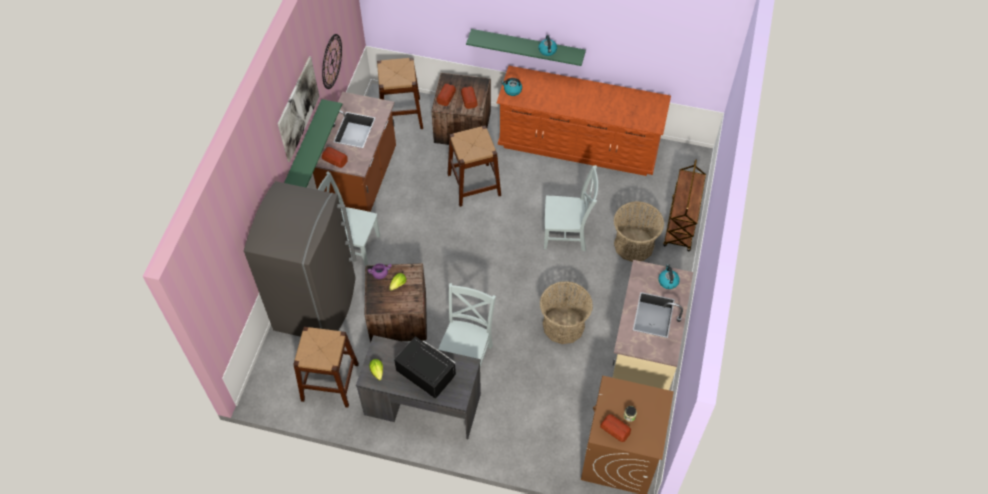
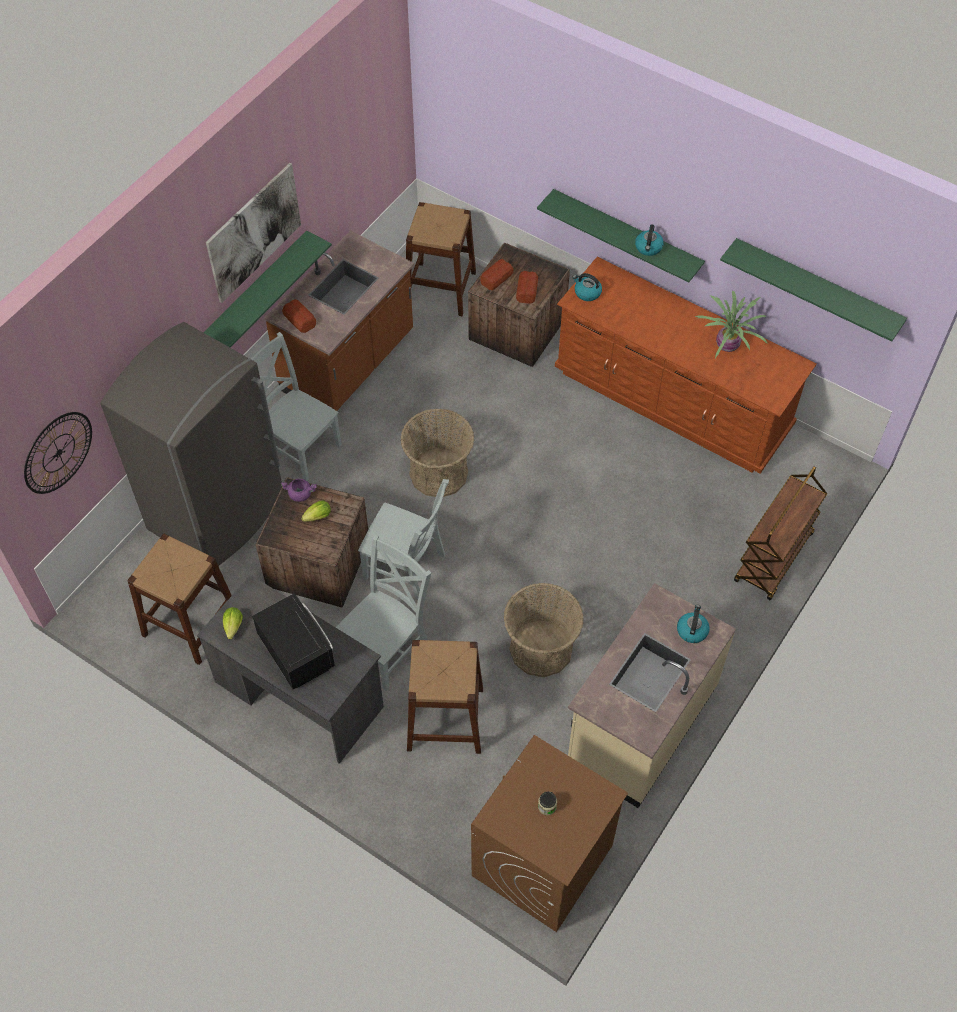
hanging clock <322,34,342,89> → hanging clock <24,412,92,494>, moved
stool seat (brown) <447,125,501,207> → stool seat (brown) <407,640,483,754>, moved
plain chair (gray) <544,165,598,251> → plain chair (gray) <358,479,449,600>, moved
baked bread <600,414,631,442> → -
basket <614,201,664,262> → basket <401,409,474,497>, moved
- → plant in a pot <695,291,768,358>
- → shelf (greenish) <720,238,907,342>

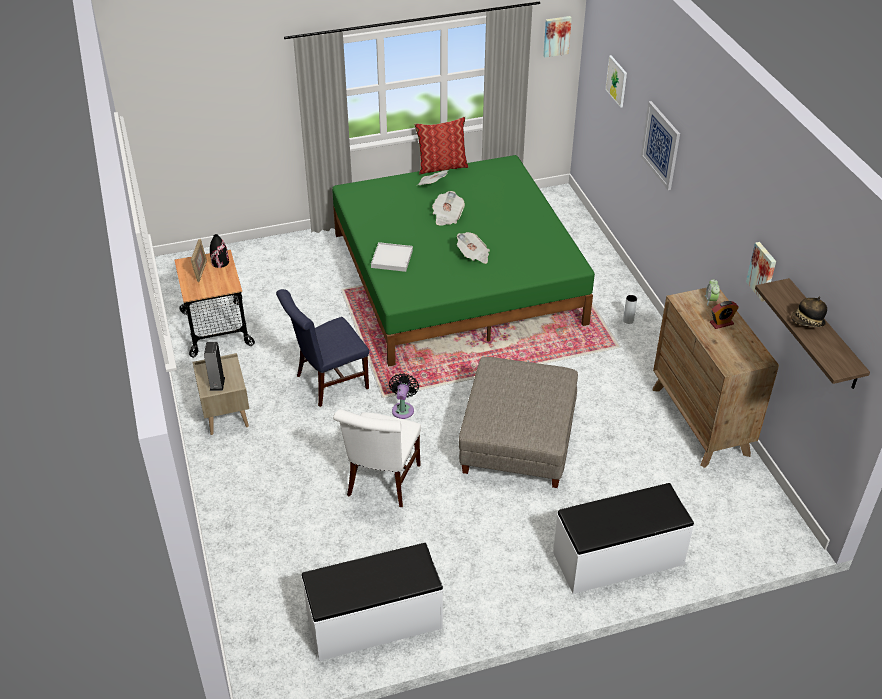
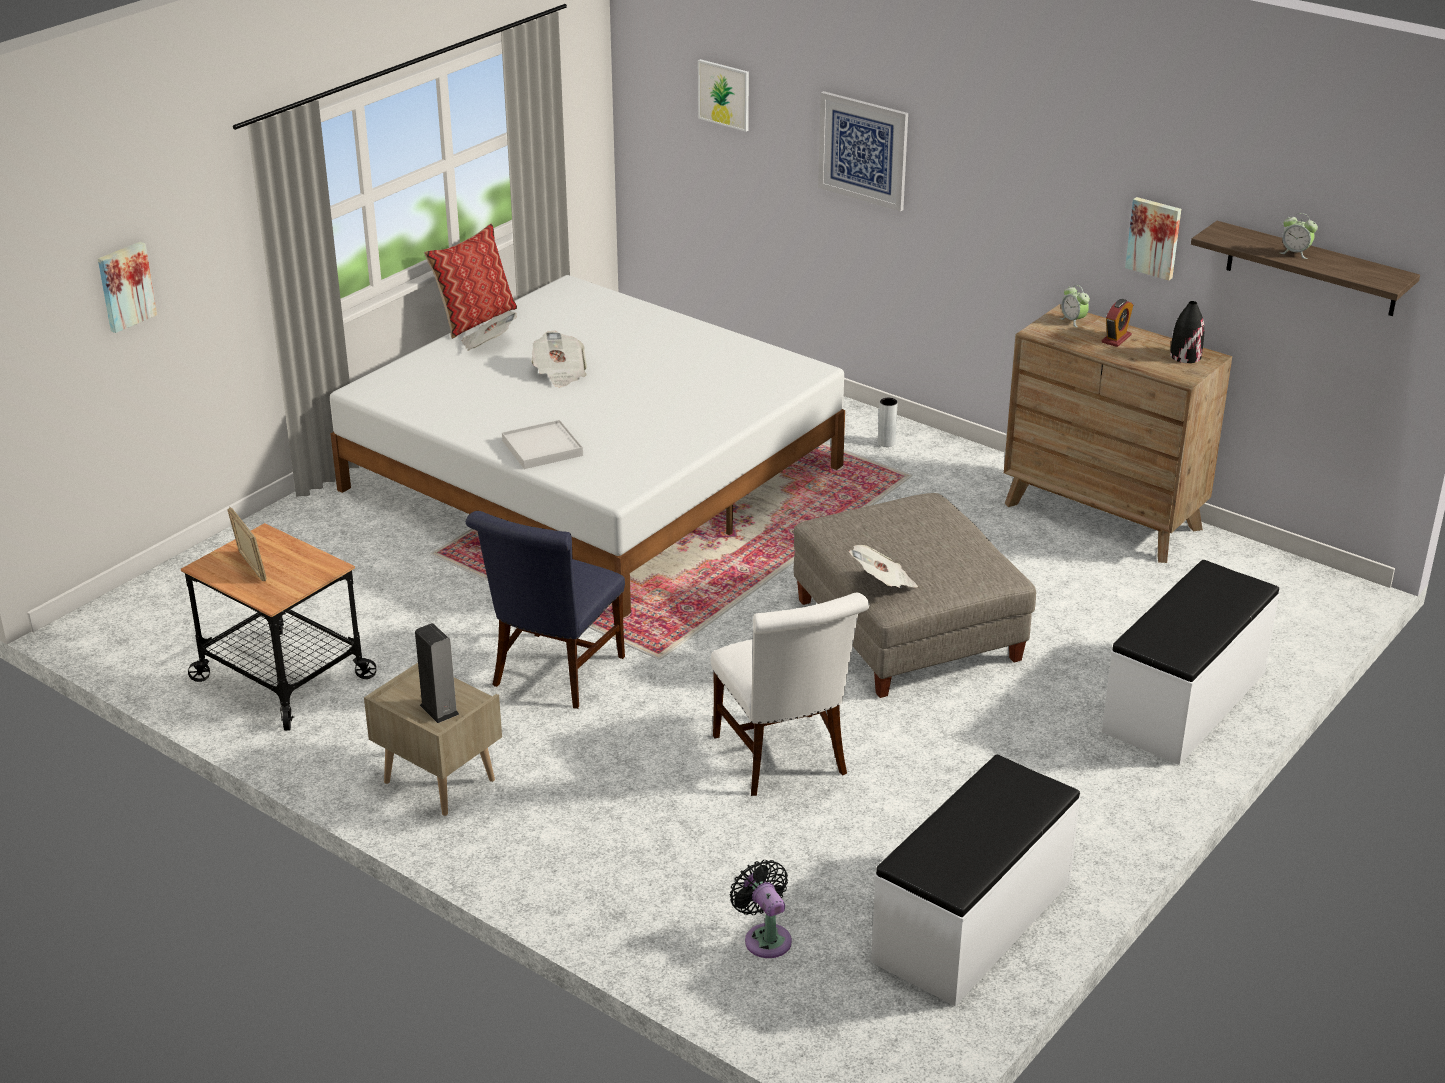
decorative vase (black-coloured) <210,234,229,268> → decorative vase (black-coloured) <1170,301,1204,363>, moved
bedroom bed (greenish) <332,155,595,367> → bedroom bed (white) <330,275,845,618>
electric fan (black-coloured) <389,373,419,419> → electric fan (black-coloured) <730,860,792,958>, moved
printed paper <457,232,490,264> → printed paper <849,545,918,588>, moved
wall art <543,16,572,58> → wall art <98,242,157,333>, moved
wearable hat <791,297,827,327> → alarm clock <1280,213,1318,259>

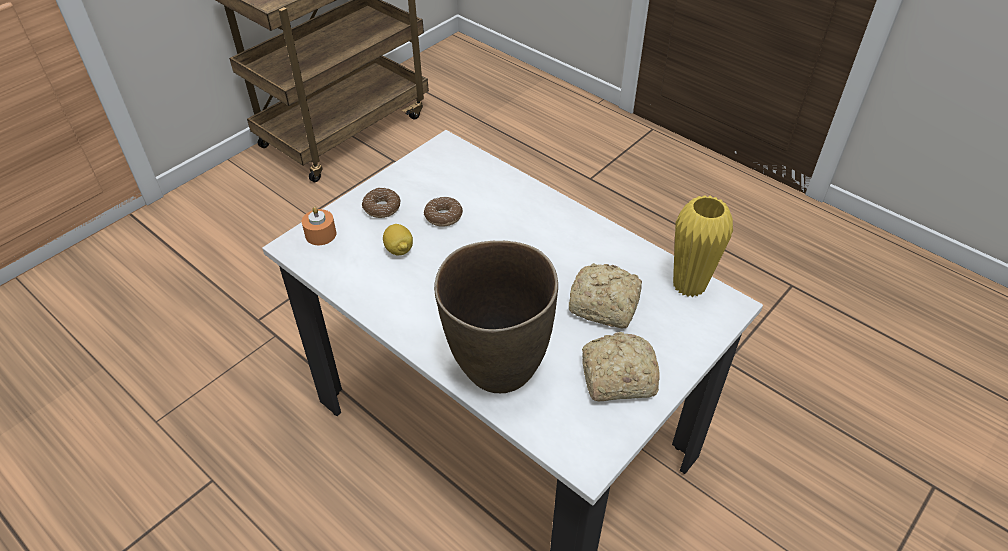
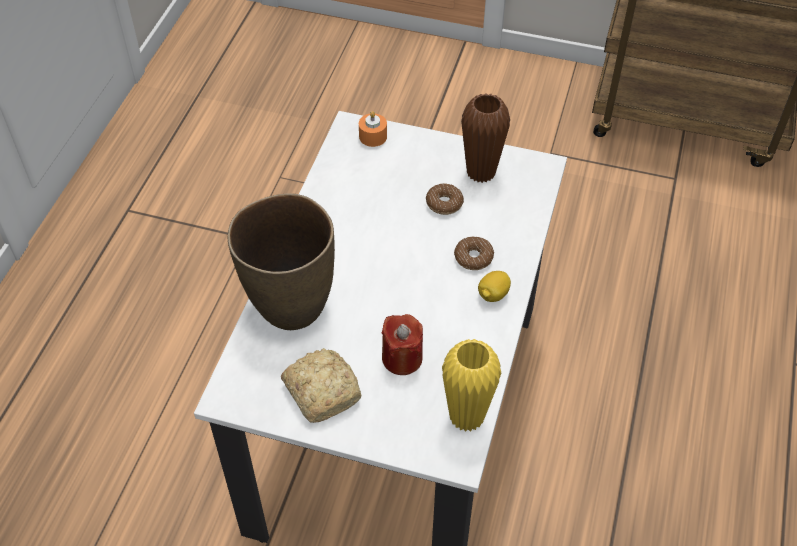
donut <362,188,400,218> → donut <454,237,494,270>, moved
citrus fruit <383,224,413,255> → citrus fruit <478,271,511,302>, moved
baked bread <569,263,642,328> → wax light (reddish) <382,314,423,375>
- → decorative vase (brown) <461,93,510,183>

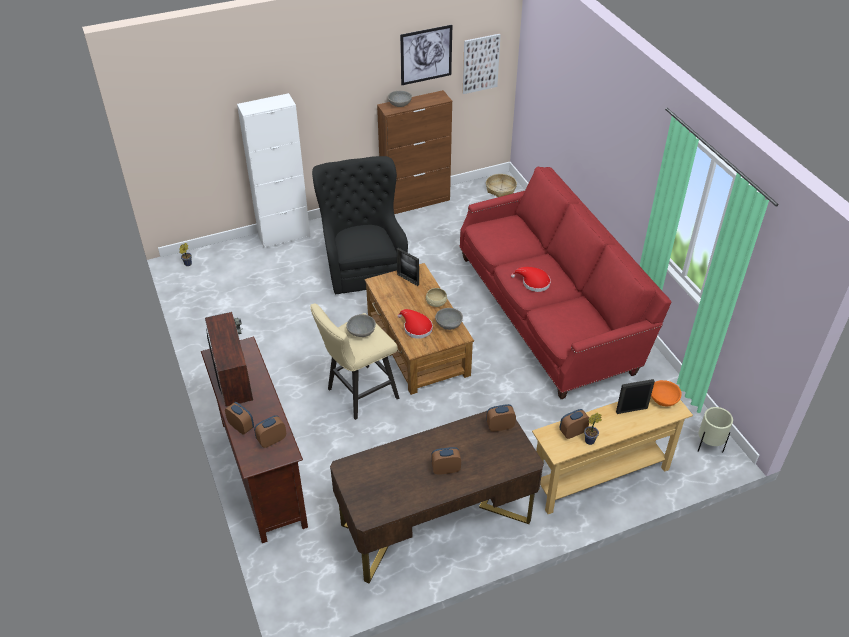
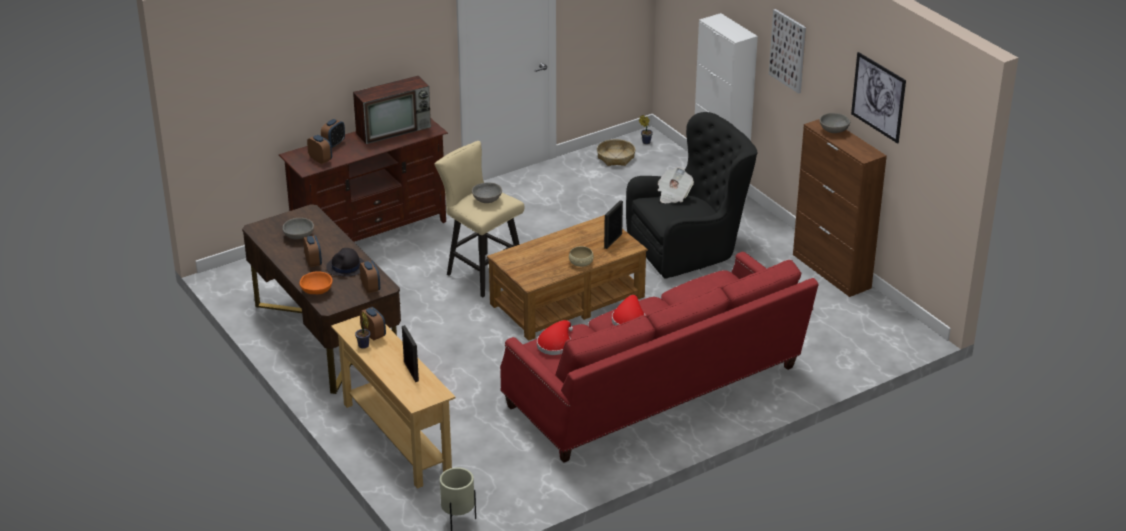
wearable hat (reddish) <398,309,433,339> → wearable hat (reddish) <537,320,573,355>, moved
serving bowl (gray) <435,308,463,330> → serving bowl (gray) <283,218,314,239>, moved
wall art <463,34,501,94> → wall art <769,9,806,94>, moved
basket <486,174,517,197> → basket <597,139,635,166>, moved
serving bowl (orangey) <651,380,682,406> → serving bowl (orangey) <300,271,333,294>, moved
- → wearable hat (black-coloured) <326,248,364,277>
- → printed paper <658,167,694,203>

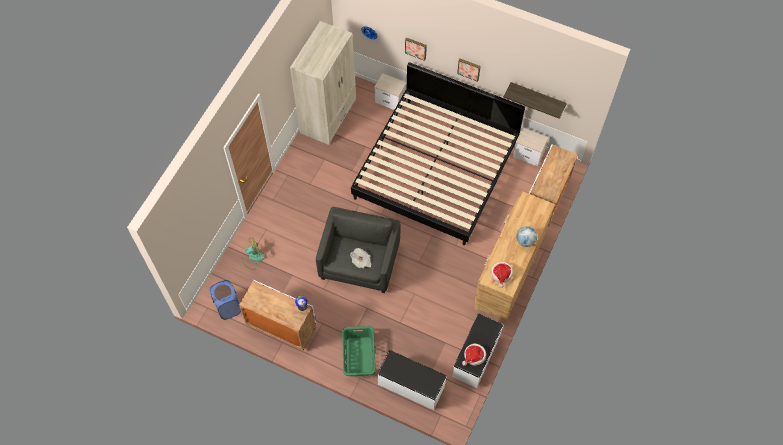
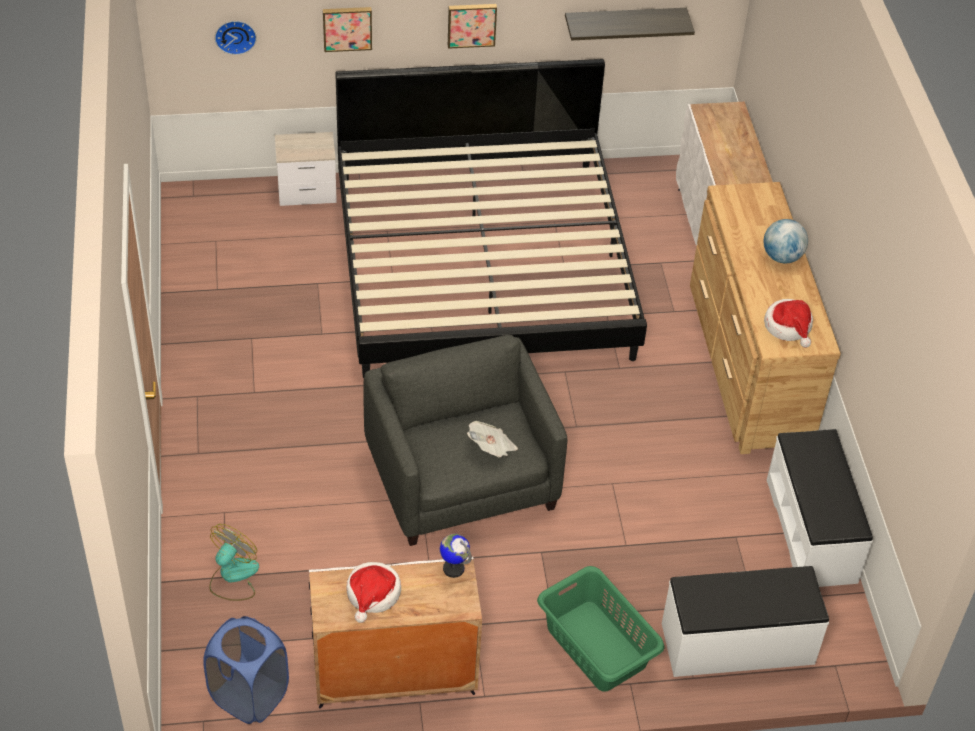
wardrobe (sand-coloured) <290,21,356,145> → -
wearable hat <462,344,486,366> → wearable hat <346,562,401,623>, moved
night table <513,128,548,166> → -

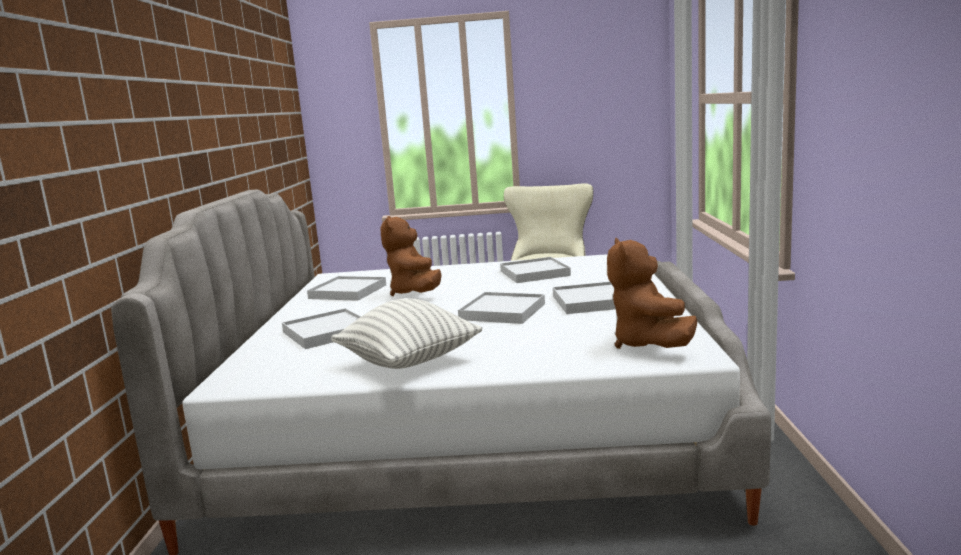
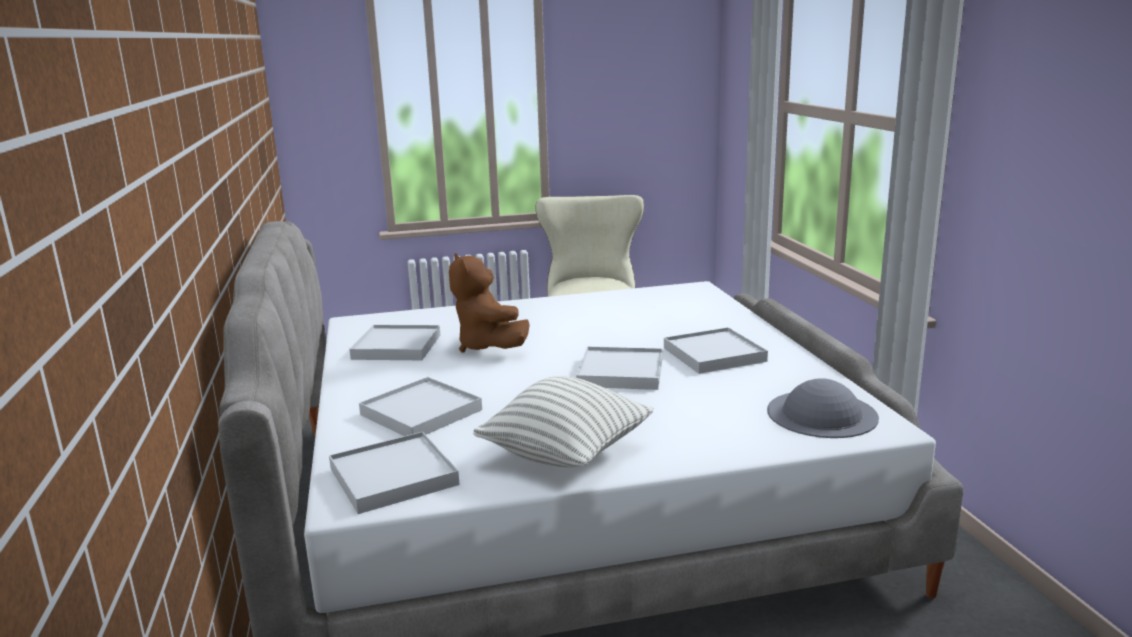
serving tray (white) <500,257,571,283> → serving tray (white) <329,432,460,514>, moved
cuddly toy (brown) <607,238,697,349> → wearable hat (gray) <767,378,879,438>

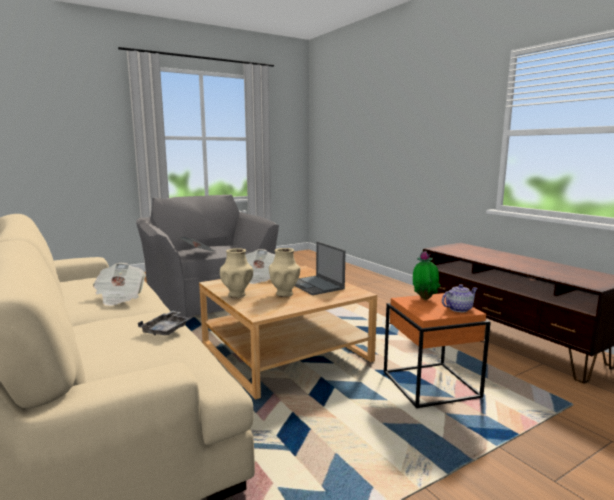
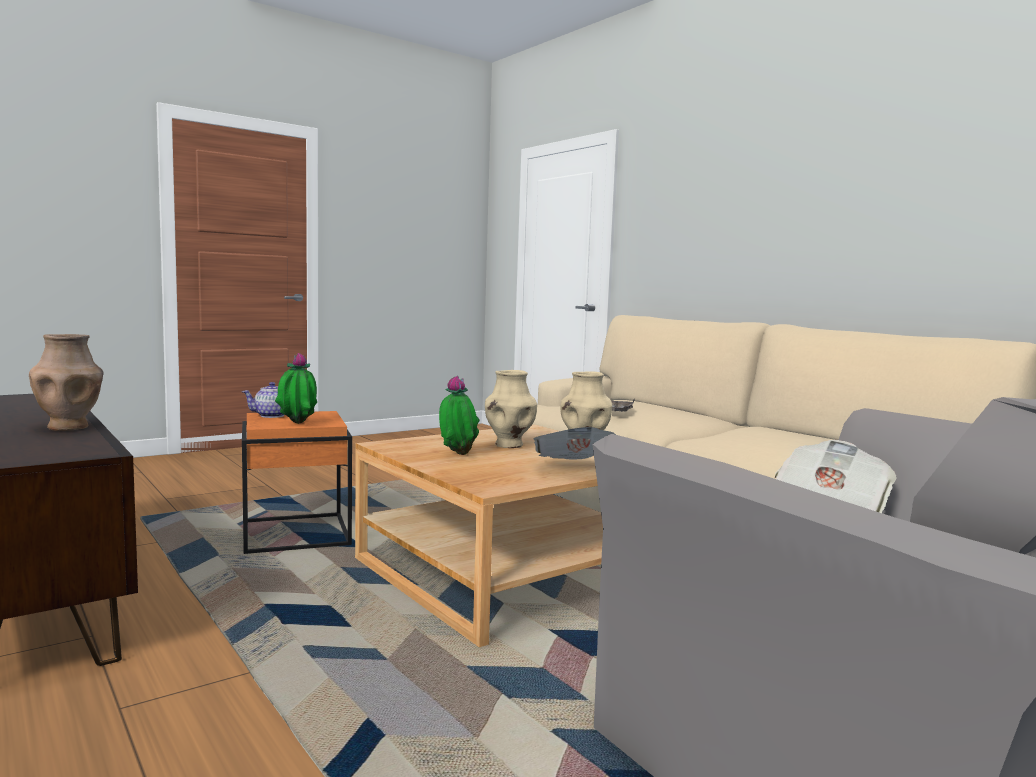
printed paper <93,263,146,306> → -
portable computer <295,242,346,295> → plant in a pot <439,376,479,455>
- → decorative vase (brown) <29,334,104,431>

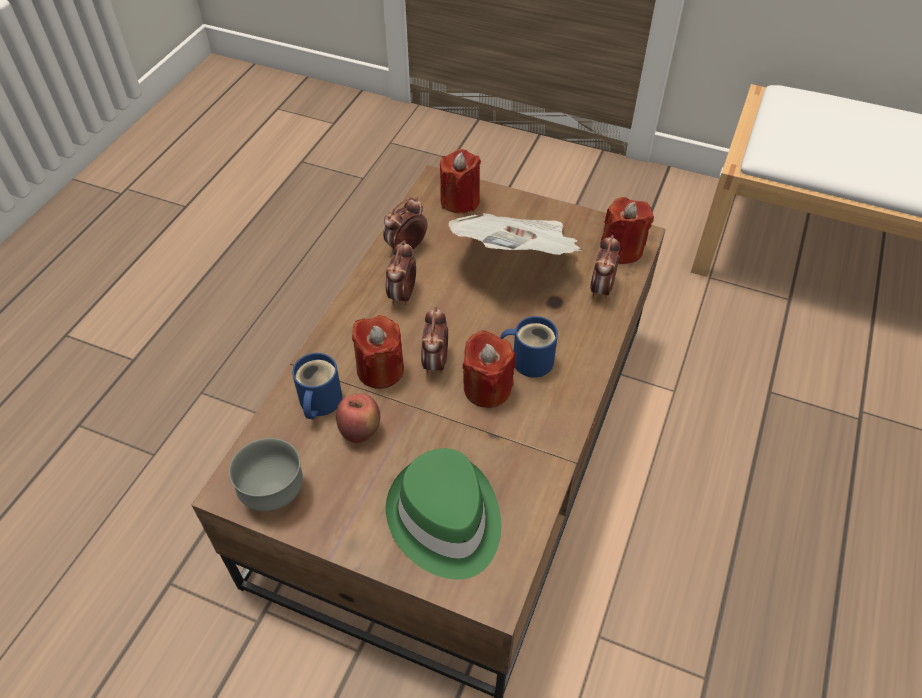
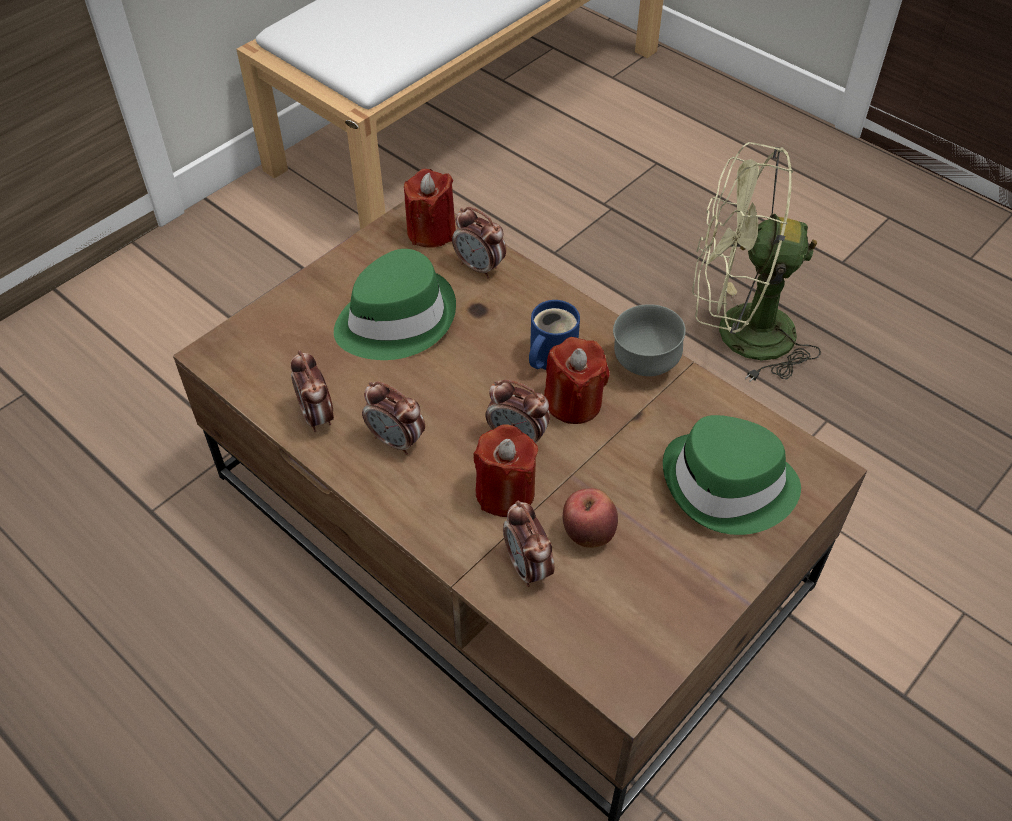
serving bowl (gray) <229,438,303,511> → serving bowl (gray) <613,304,686,376>, moved
mug (bluish) <292,353,342,419> → alarm clock <503,500,554,587>
wax light (reddish) <440,149,481,213> → -
printed paper <448,213,582,255> → wearable hat (greenish) <334,249,456,360>
- → electric fan (greenish) <692,142,821,382>

